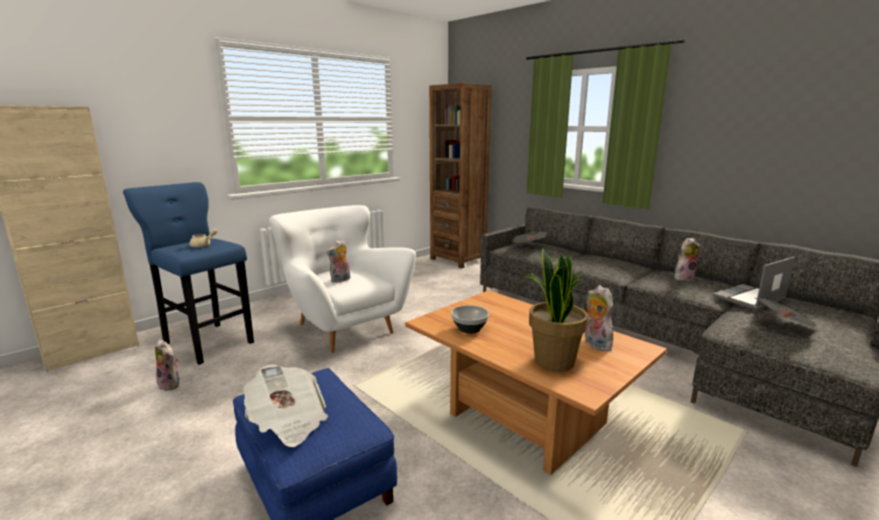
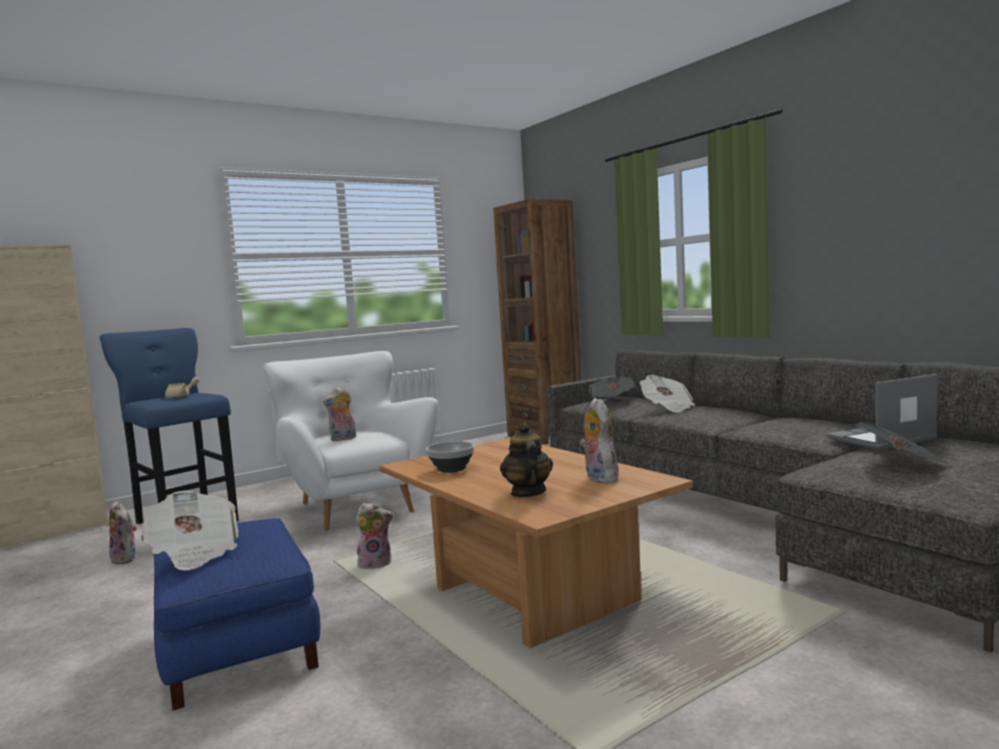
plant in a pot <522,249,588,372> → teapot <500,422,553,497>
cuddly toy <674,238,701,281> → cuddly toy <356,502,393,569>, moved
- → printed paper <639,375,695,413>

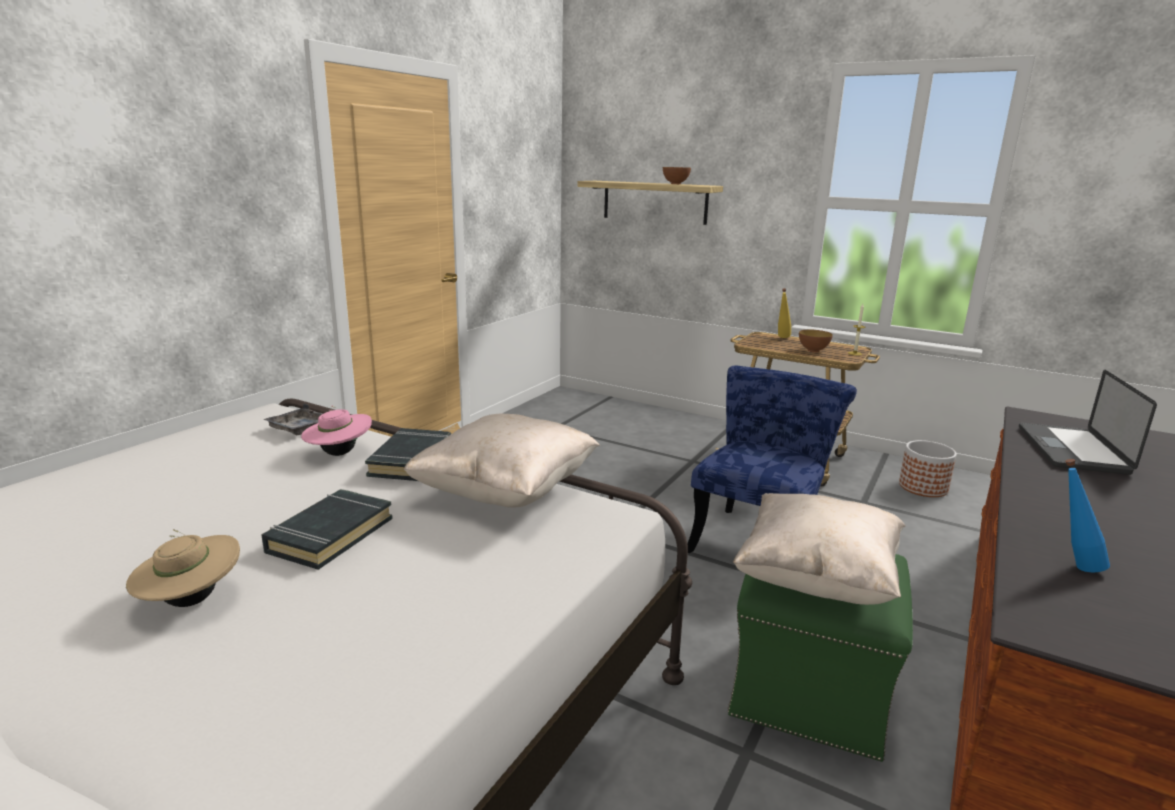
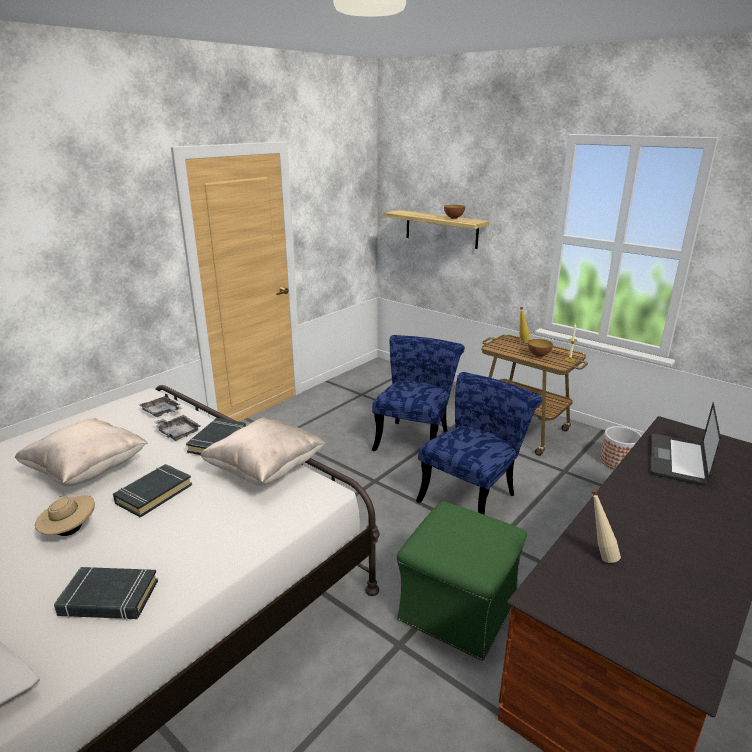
wearable hat (pink) <301,405,372,456> → serving tray (gray) <154,415,200,441>
throw pillow (sand-coloured) <733,493,906,605> → throw pillow (sand-coloured) <15,418,148,486>, moved
bottle (bluish) <1065,459,1110,572> → bottle (sand-coloured) <591,489,621,563>
- → book (black-coloured) <54,567,158,621>
- → plain chair (bluish) <372,335,465,452>

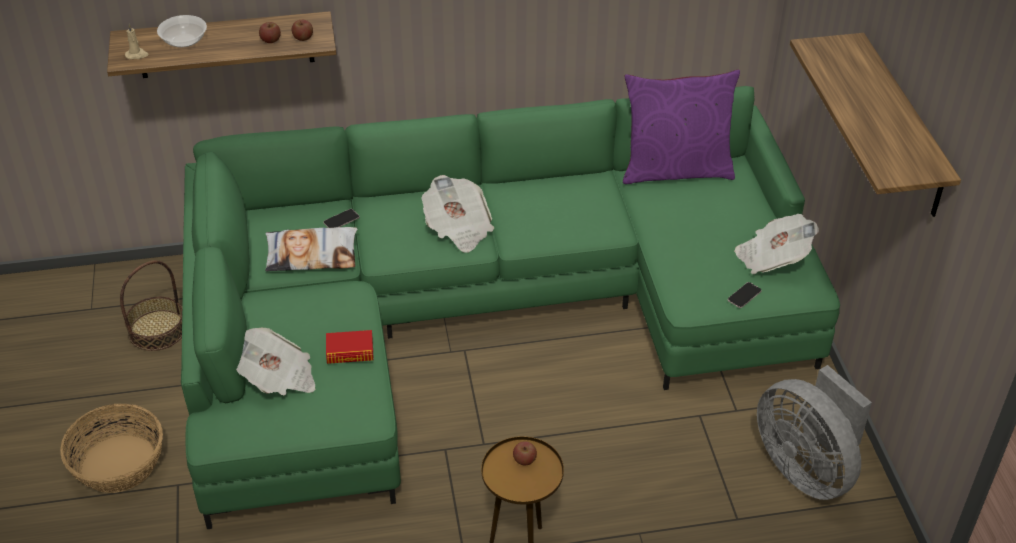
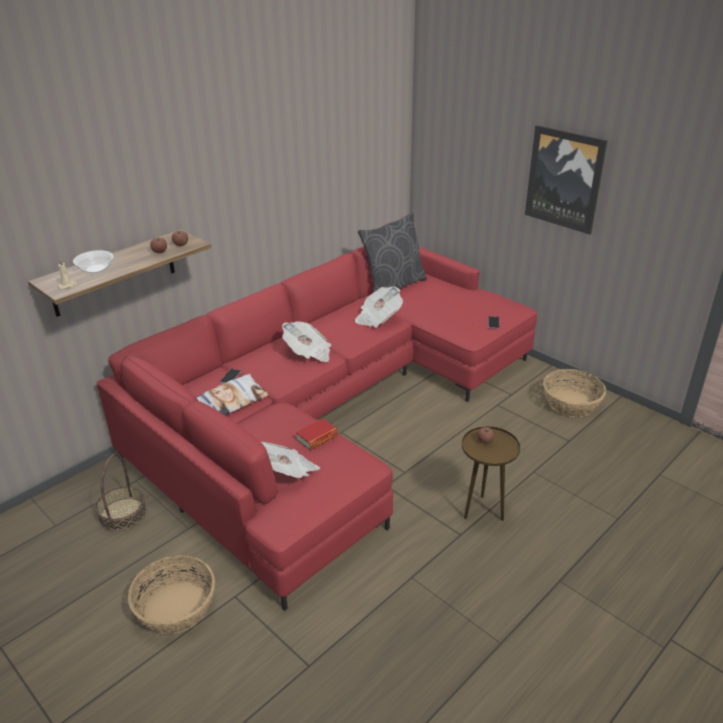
sofa (greenish) <181,86,840,529> → sofa (reddish) <97,247,537,611>
throw pillow (purple) <623,70,740,184> → throw pillow (gray) <358,212,427,293>
printed paper <734,214,819,274> → printed paper <355,287,403,328>, moved
electric fan (gray) <757,365,872,500> → basket <543,369,606,417>
shelf <790,33,961,217> → wall art <525,125,608,235>

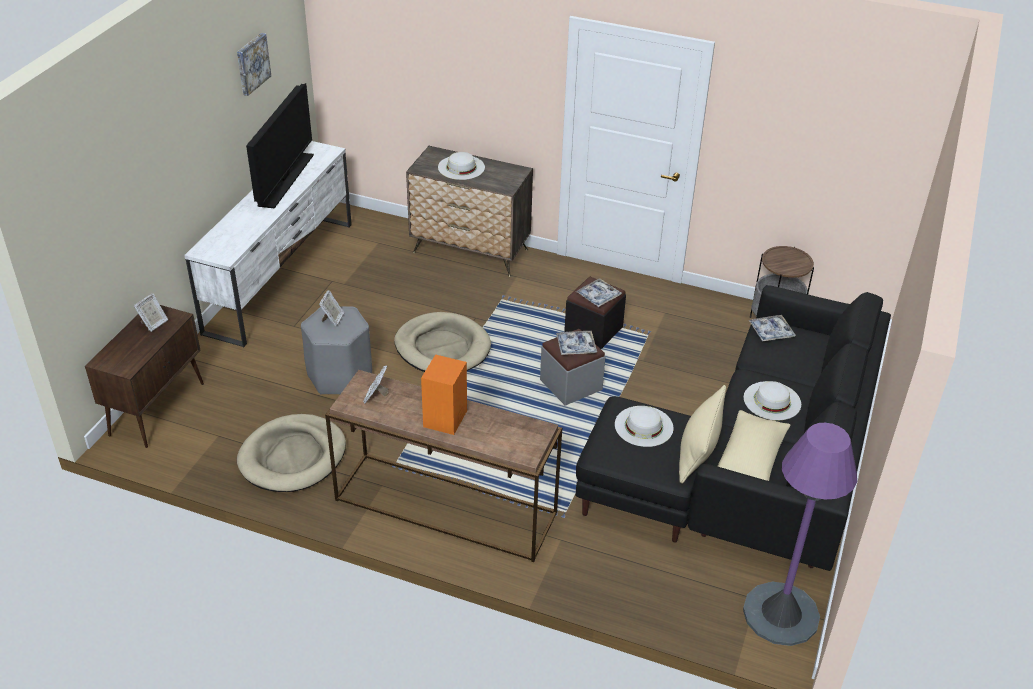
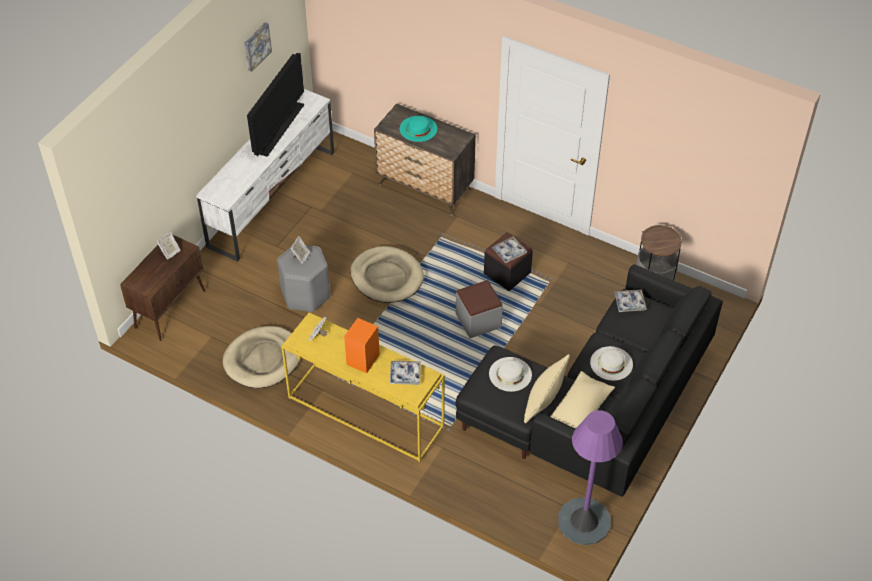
console table (brown) <325,370,562,562> → console table (yellow-coloured) <281,312,445,462>
wearable hat (white) <438,152,485,180> → wearable hat (turquoise-coloured) <400,116,437,142>
serving tray <556,331,597,355> → serving tray <390,361,421,385>, moved

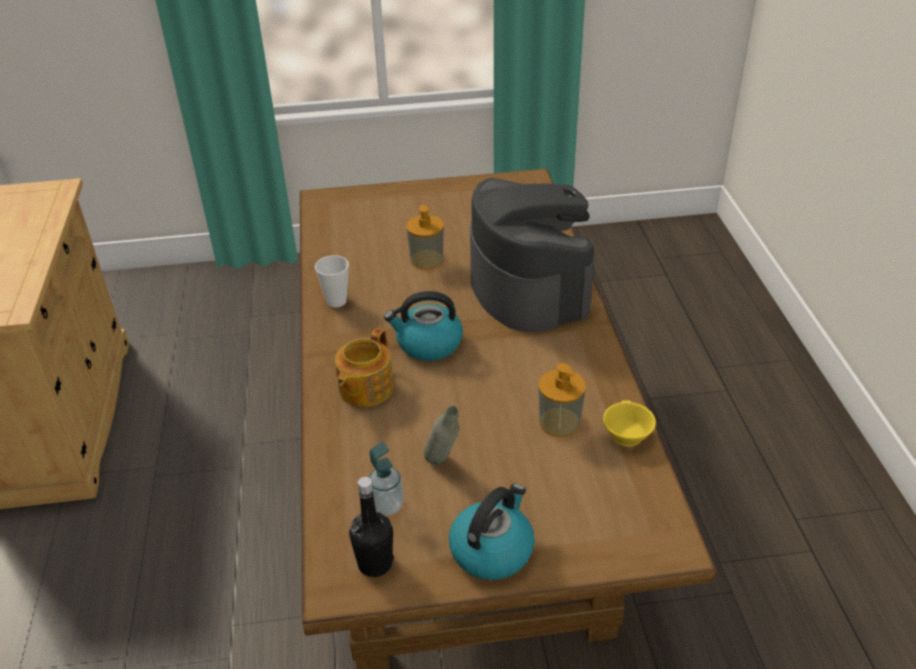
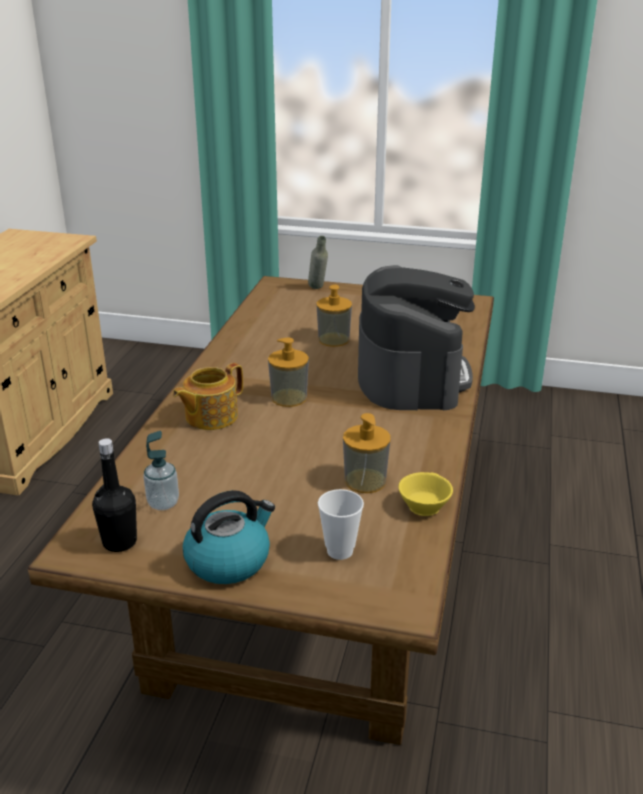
drinking cup <315,255,349,308> → drinking cup <318,489,364,560>, moved
kettle <384,291,463,361> → liquid soap bottle <268,338,309,407>
bottle (gray) <424,406,459,465> → bottle (gray) <308,236,328,289>, moved

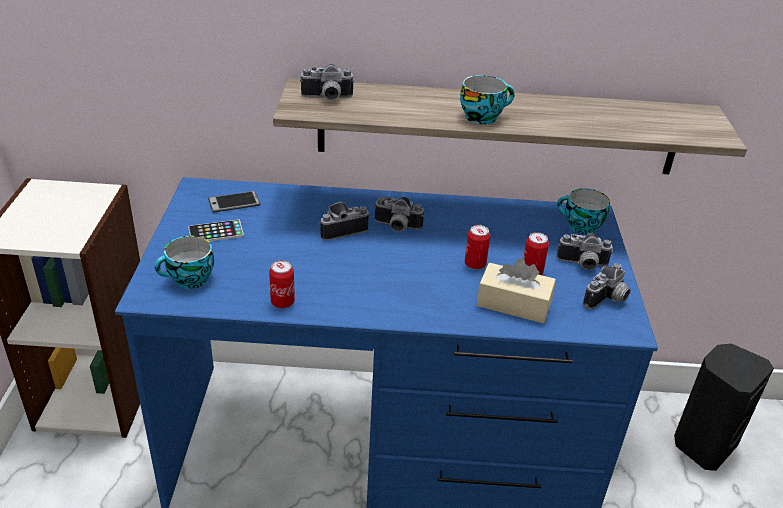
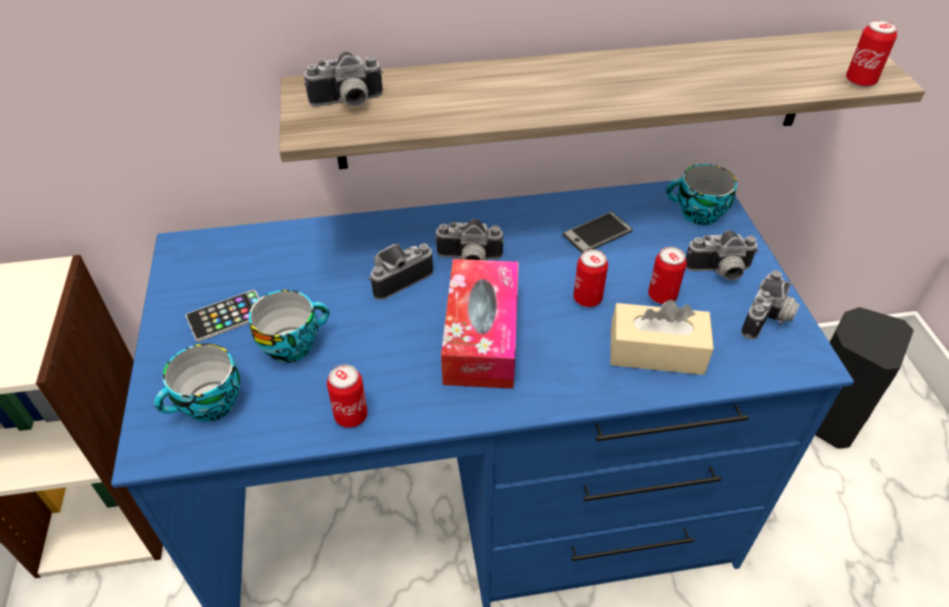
phone <208,191,261,213> → phone <562,212,633,253>, moved
drinking cup <460,75,515,125> → drinking cup <249,290,329,363>, moved
- → tissue box <441,259,519,389>
- → sealed can <846,20,897,87>

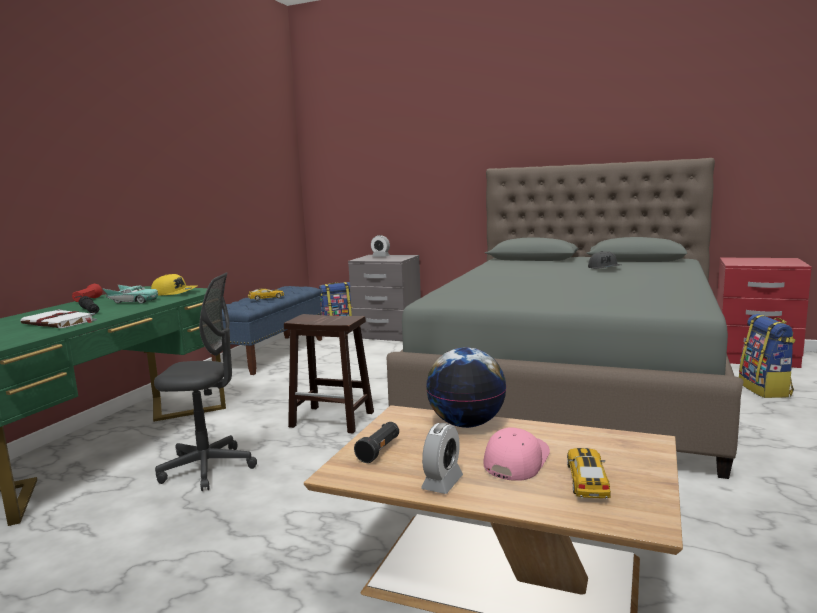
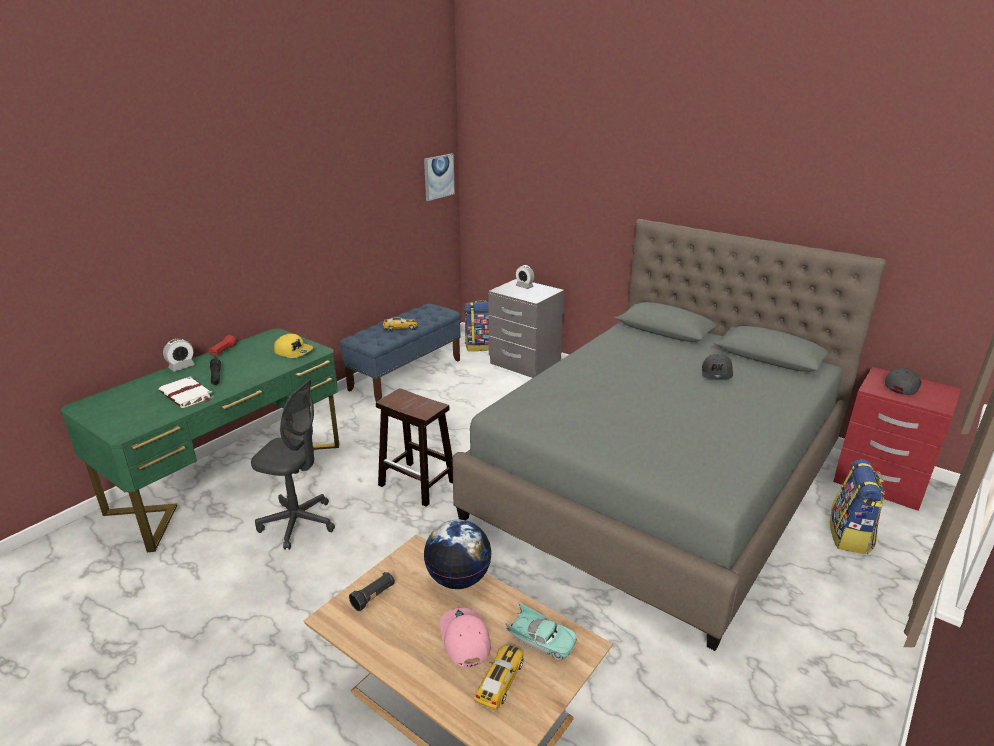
model car (turquoise-coloured) <103,285,158,304> → model car (turquoise-coloured) <505,602,577,660>, moved
alarm clock <421,423,463,494> → alarm clock <163,338,195,372>, moved
baseball cap (pink) <483,427,550,480> → baseball cap (pink) <440,608,491,667>, 60 degrees counterclockwise
- → wall art <424,154,455,201>
- → baseball cap (gray) <885,368,921,395>

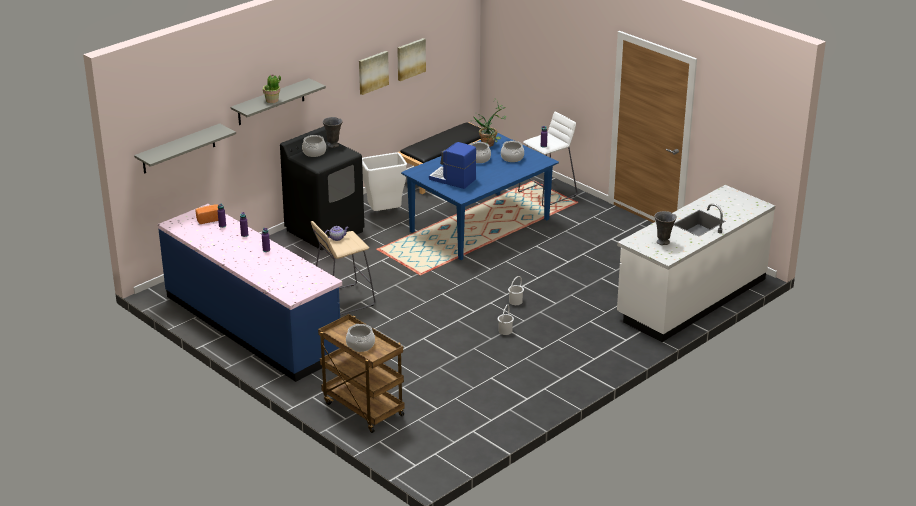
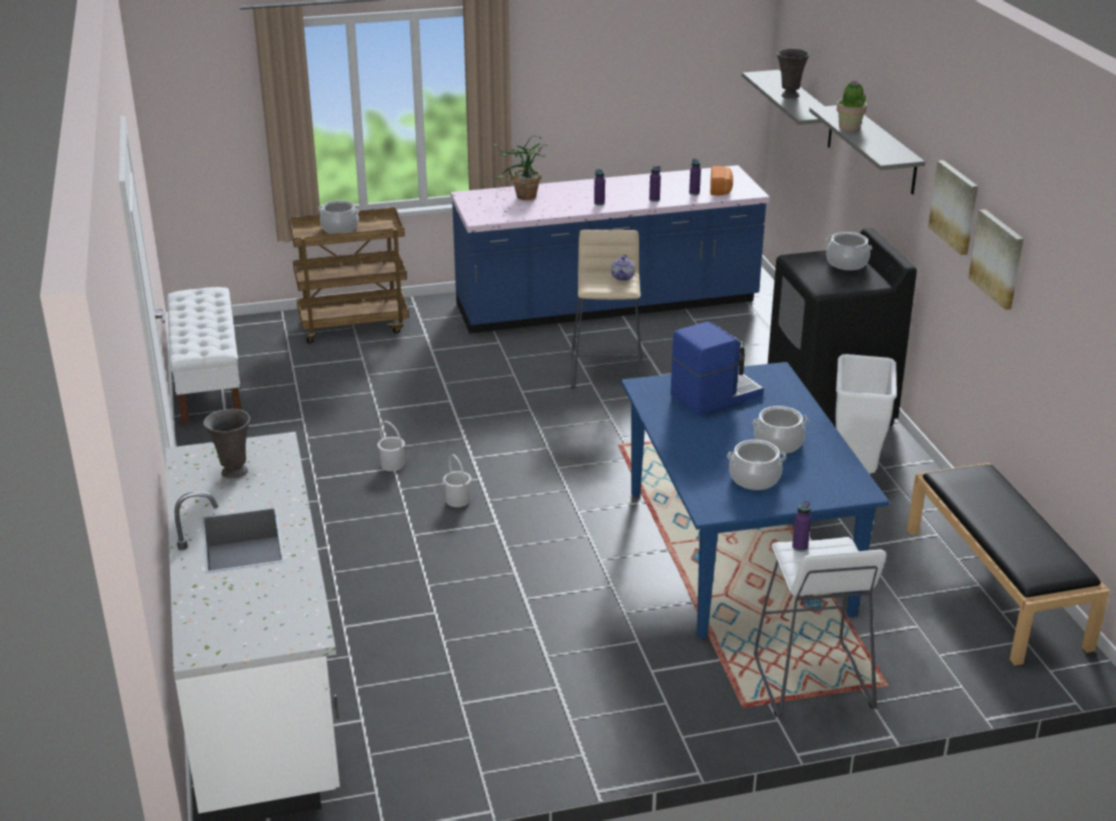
decorative vase (gray) <323,117,342,148> → decorative vase (gray) <777,49,810,99>, moved
wall art <397,38,426,81> → wall art <928,160,978,255>, moved
plant in a pot <470,99,506,147> → plant in a pot <491,135,549,200>, moved
- → bench (white) <167,287,241,426>

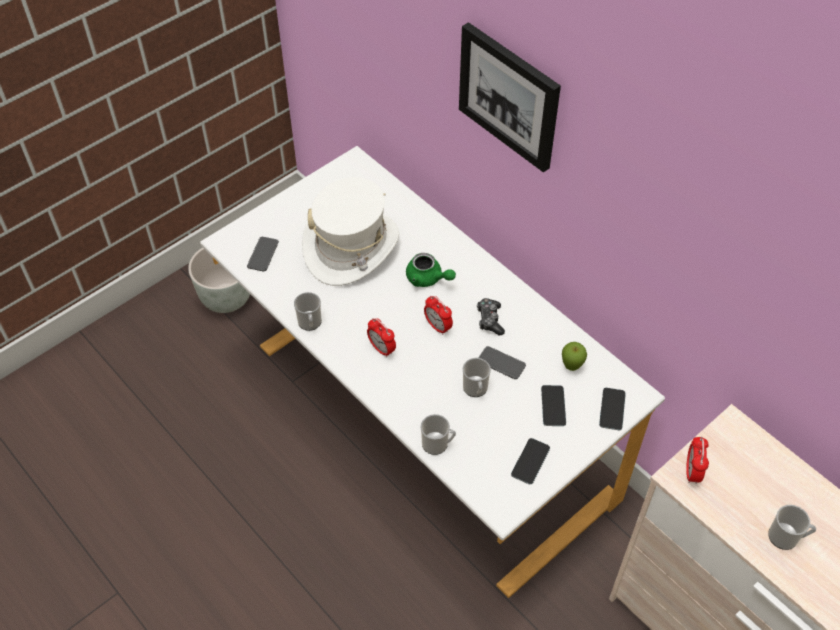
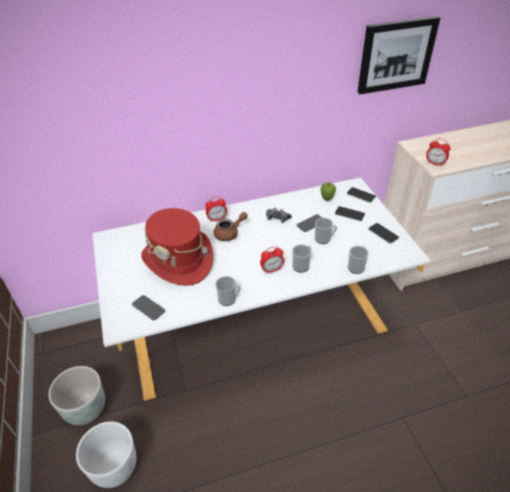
wearable hat (white) <302,177,399,286> → wearable hat (reddish) <141,208,213,286>
teapot (greenish) <406,253,456,287> → teapot (brown) <214,212,248,241>
alarm clock <424,296,453,335> → alarm clock <206,196,227,222>, moved
wall art <459,22,561,173> → wall art <358,16,440,94>, moved
mug <768,505,816,550> → mug <292,245,312,273>, moved
- → flower pot (white) <76,422,136,488>

